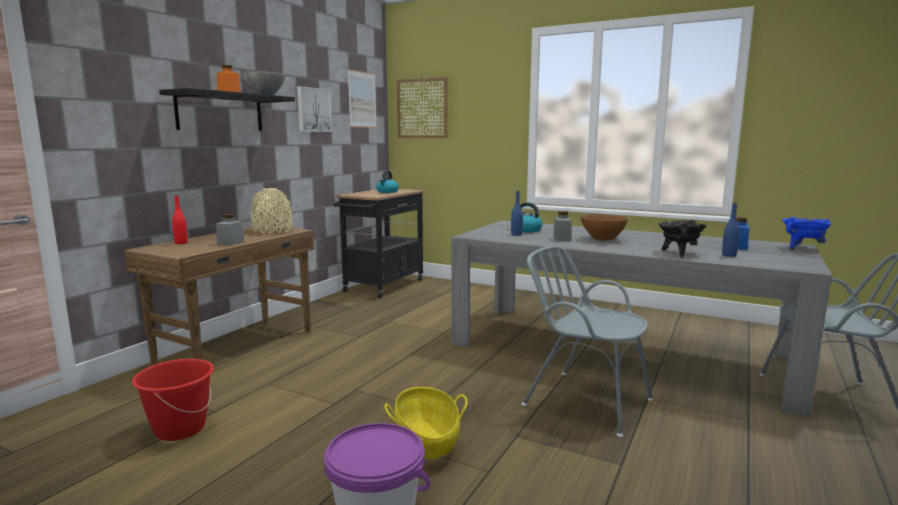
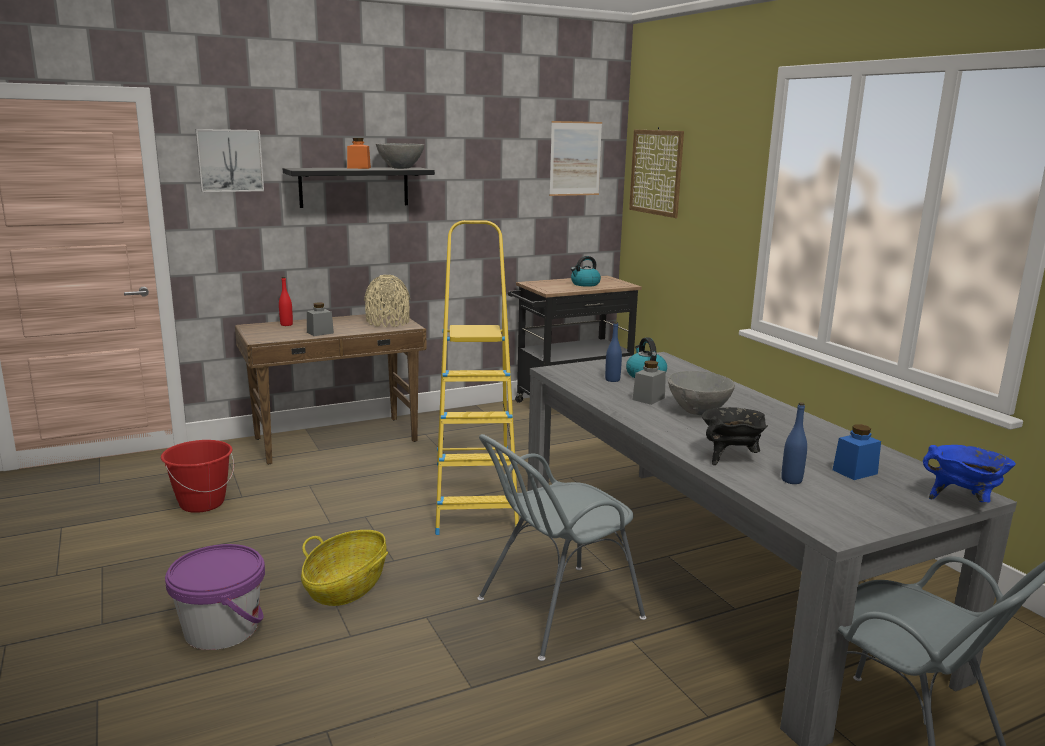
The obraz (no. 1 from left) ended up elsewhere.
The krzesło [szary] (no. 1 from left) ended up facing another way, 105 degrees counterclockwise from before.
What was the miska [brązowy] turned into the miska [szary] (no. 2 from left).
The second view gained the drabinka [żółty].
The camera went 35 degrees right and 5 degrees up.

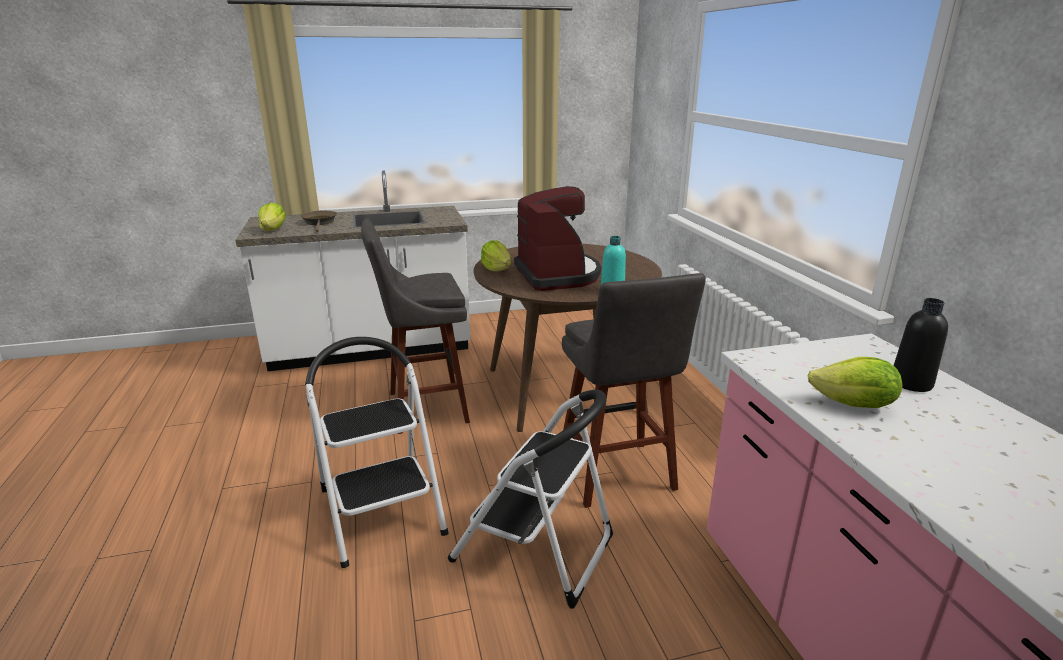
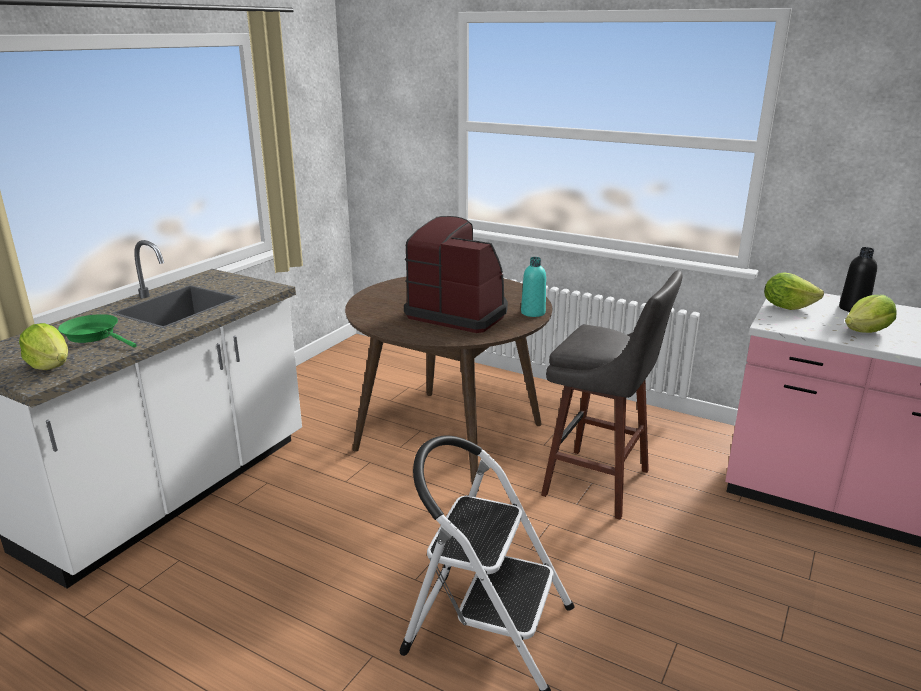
What was the patelnia [brązowy] turned into the patelnia [zielony].
The second view lost the stołek [szary] (no. 1 from left).
The second view lost the drabinka (no. 2 from left).
The sałata (no. 2 from left) ended up elsewhere.
The camera went 45 degrees left and 0 degrees up.

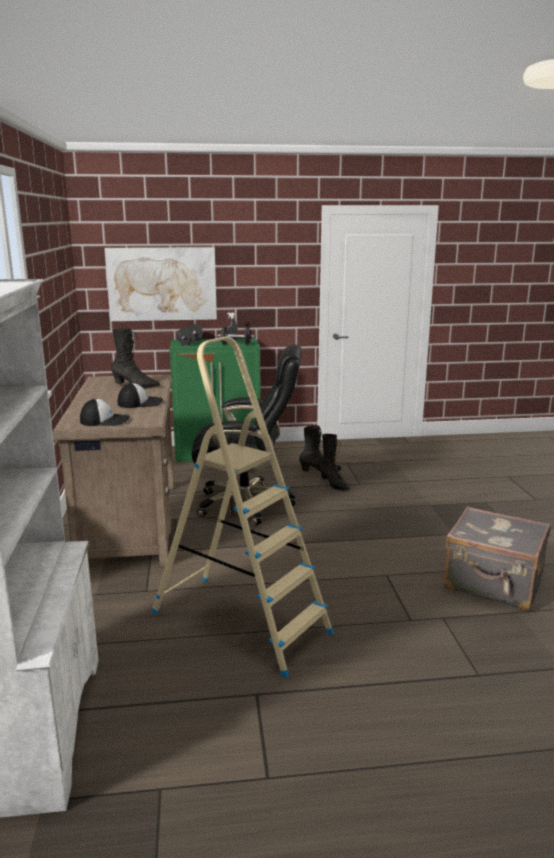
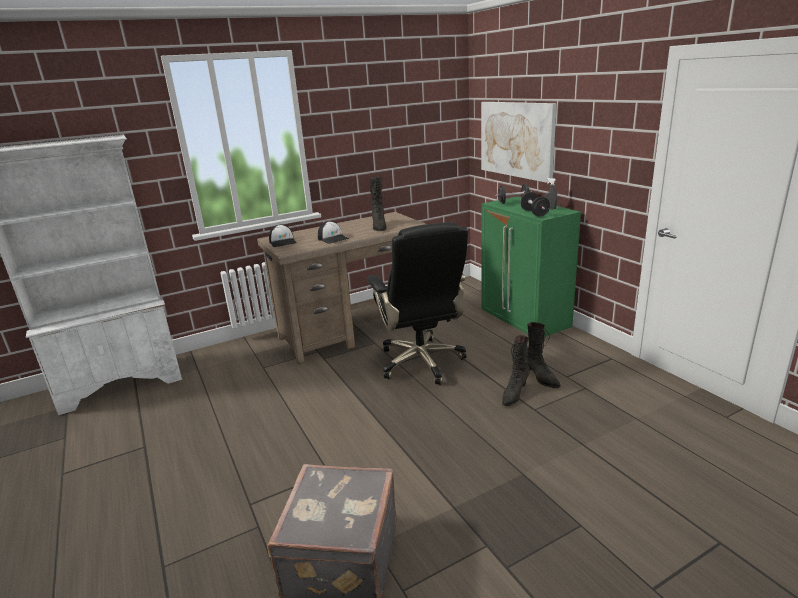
The second view lost the drabinka [beżowy].
The camera went 70 degrees right and 5 degrees up.

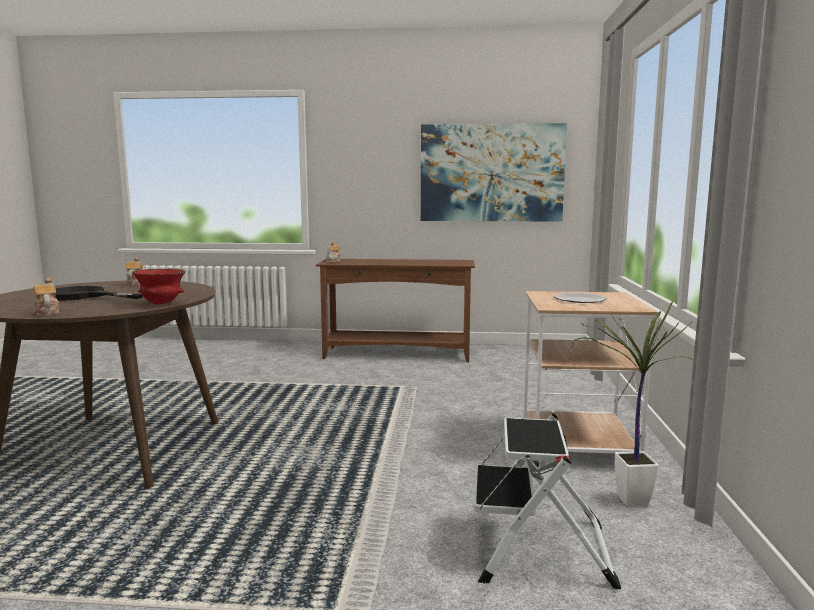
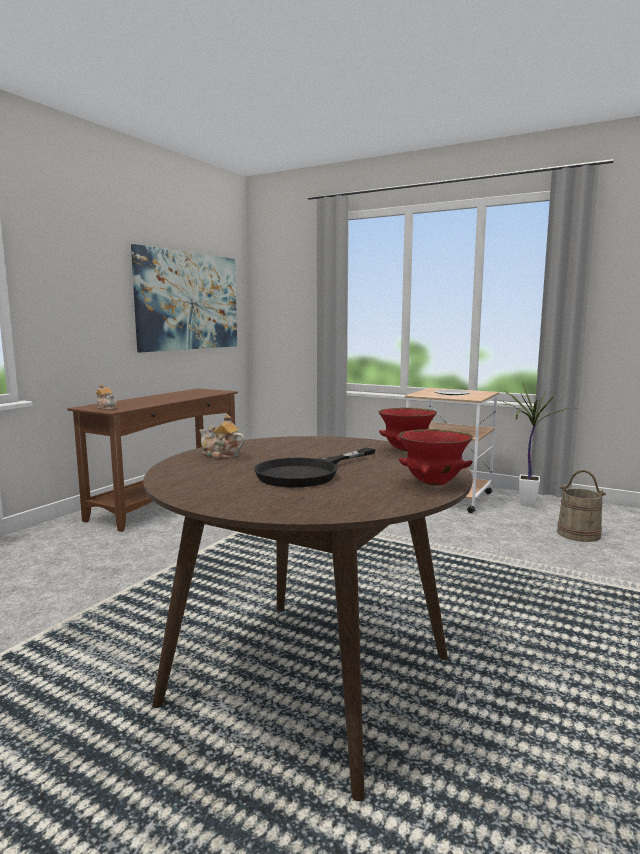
Where the imbryk (no. 1 from left) stood, the miska [czerwony] (no. 2 from left) came to stand.
Where the drabinka stood, the wiadro [beżowy] came to stand.
The camera went 65 degrees left and 0 degrees up.

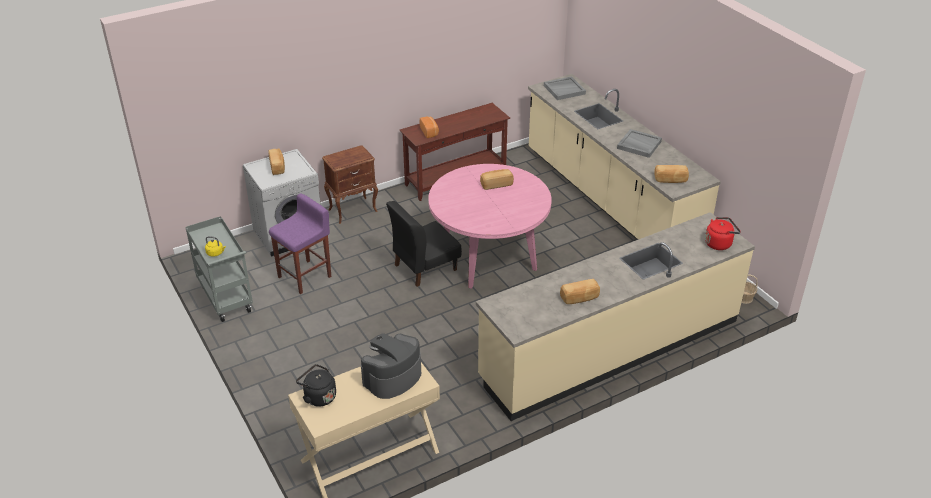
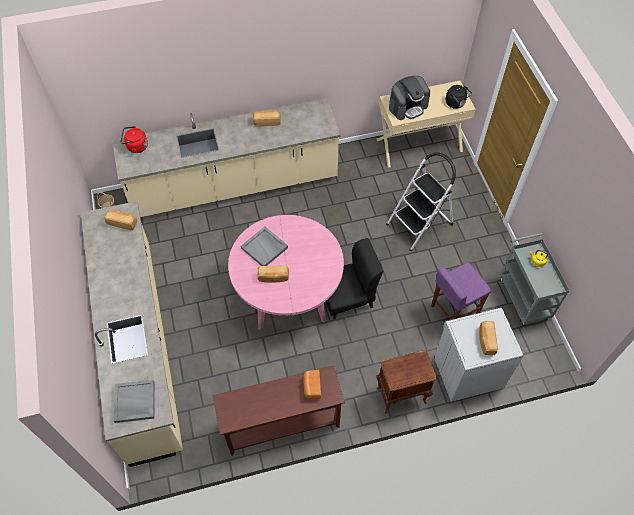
The taca [szary] (no. 2 from left) ended up elsewhere.
The second view gained the drabinka.
The camera went 165 degrees left and 20 degrees up.

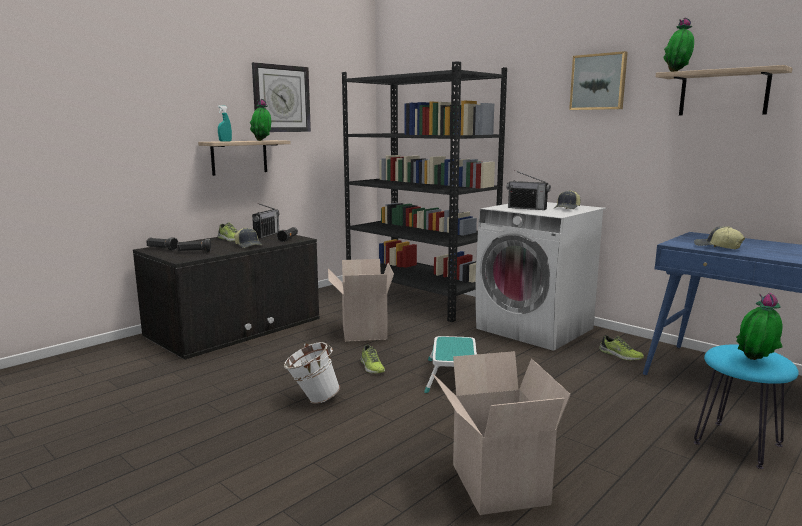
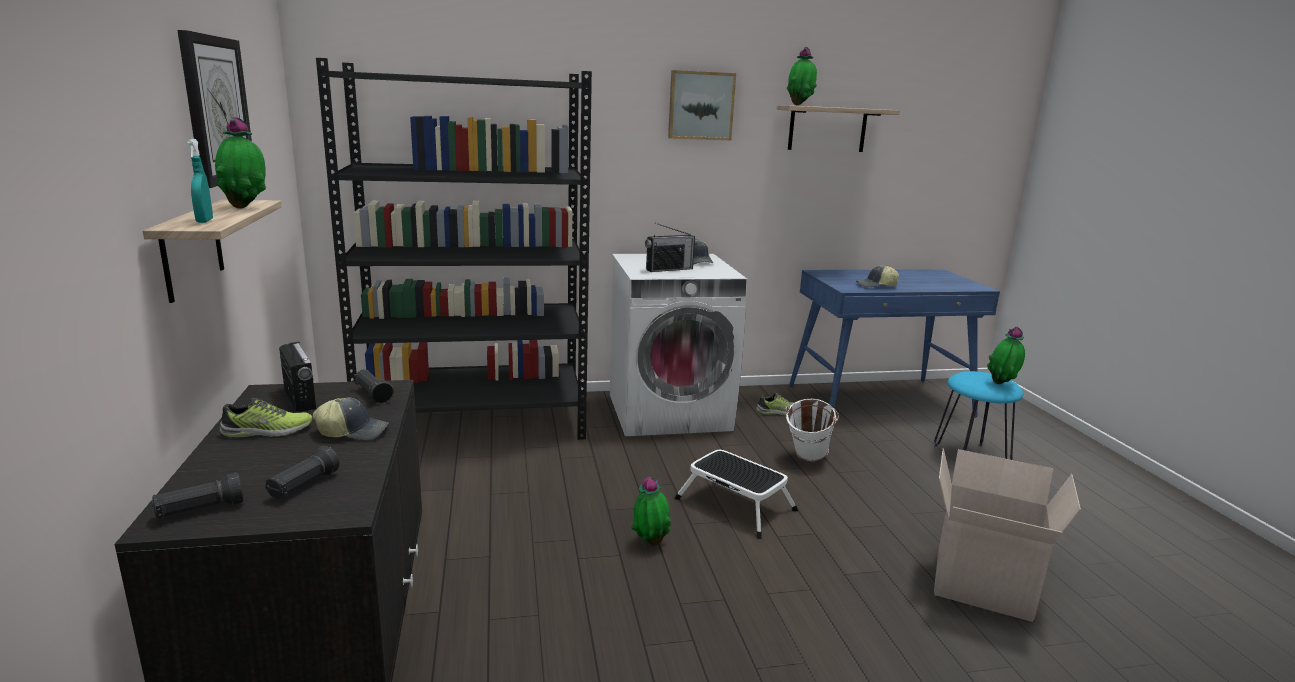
The wiadro [biały] ended up elsewhere.
The second view lost the karton (no. 1 from left).
Where the but (no. 2 from left) stood, the roślina doniczkowa (no. 2 from left) came to stand.
What was the drabinka [turkusowy] turned into the drabinka [czarny].
The camera went 55 degrees left and 5 degrees up.

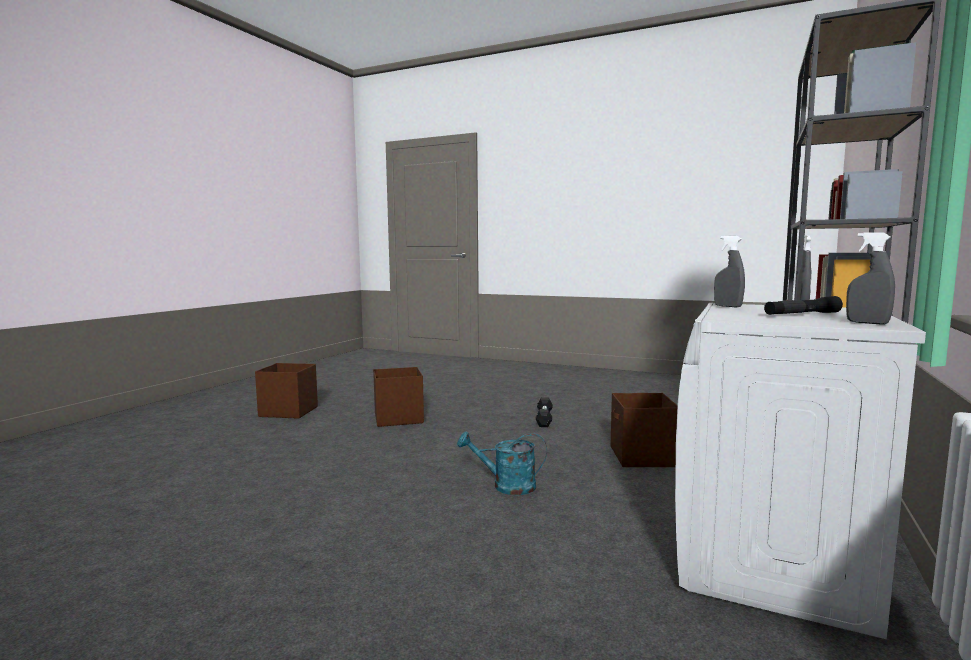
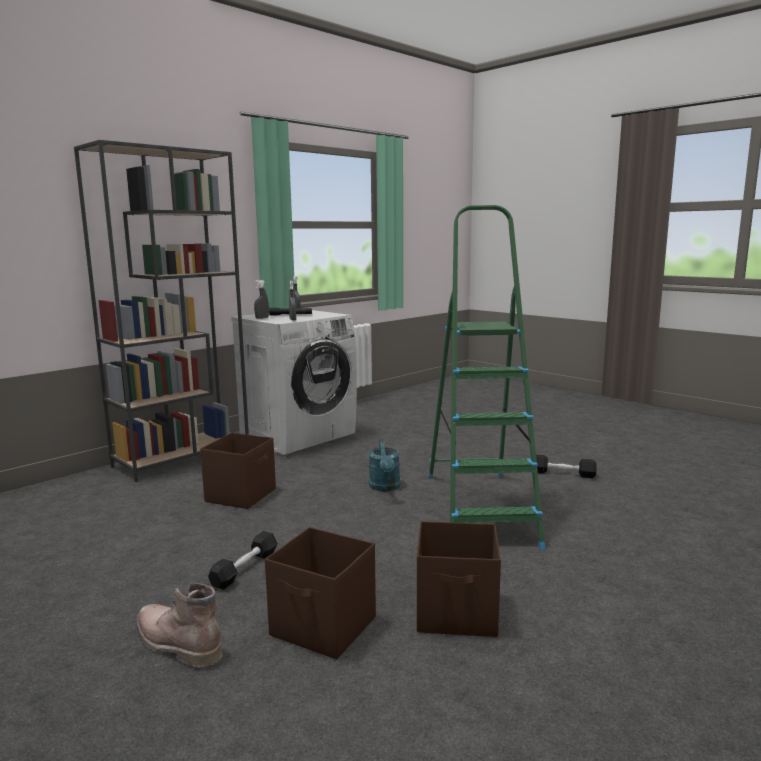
The pojemnik do przechowywania [brązowy] (no. 1 from left in the first image) ended up elsewhere.
The konewka [turkusowy] ended up facing another way, 60 degrees clockwise from before.
The second view gained the but z cholewką [brązowy].
The second view gained the drabinka [zielony].
The second view gained the hantel [czarny] (no. 2 from left).
The camera went 160 degrees left and 5 degrees up.

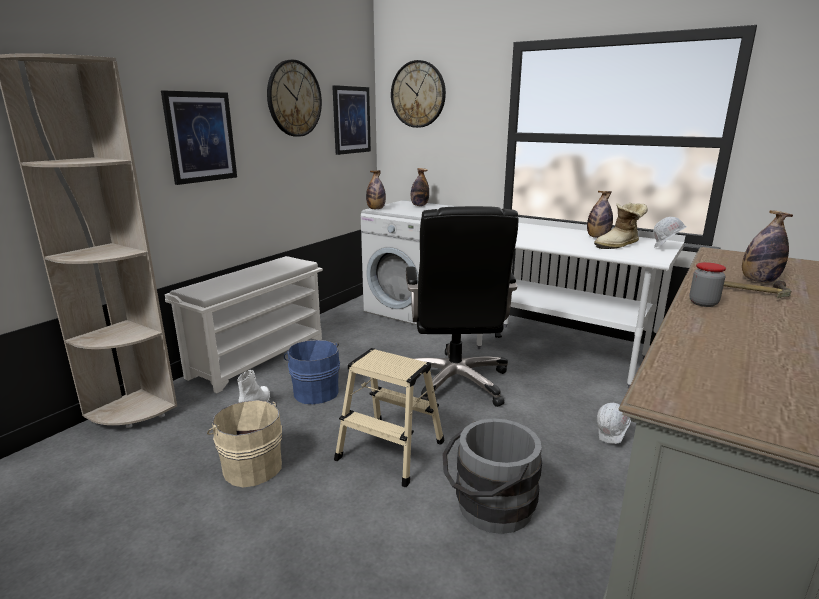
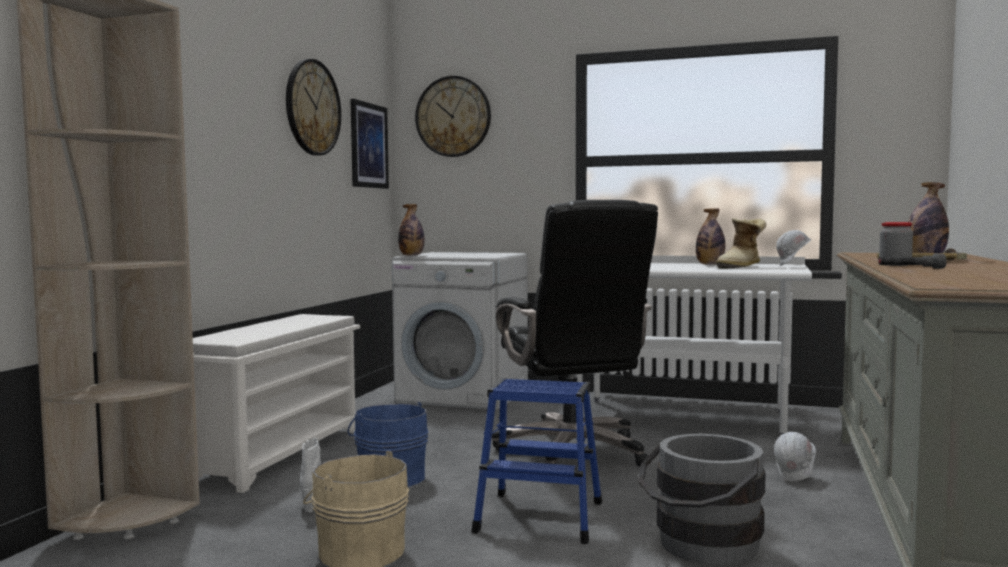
The second view lost the obraz (no. 1 from left).
What was the drabinka [beżowy] turned into the drabinka [niebieski].
The second view lost the butelka (no. 2 from left).
The second view gained the latarka [szary].
The camera went 15 degrees left and 15 degrees down.

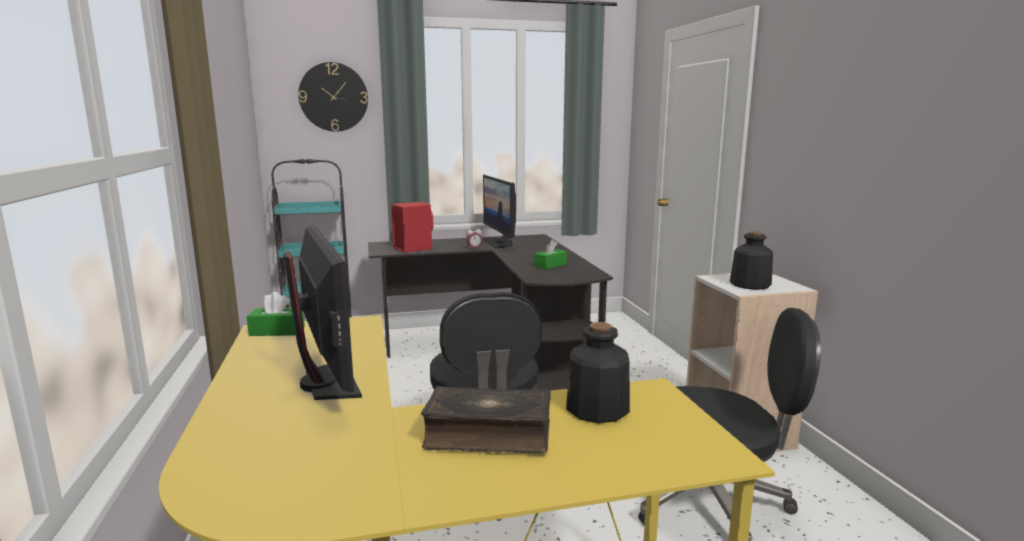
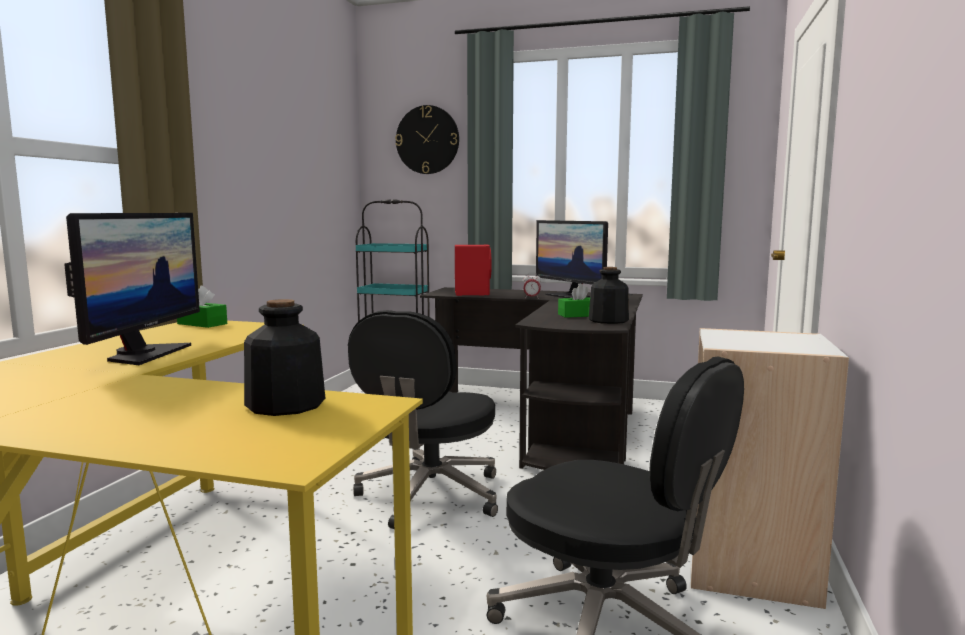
The second view lost the książka.
The monitor (no. 2 from left) ended up facing another way, 45 degrees counterclockwise from before.
The butelka (no. 2 from left) ended up elsewhere.
The camera went 30 degrees right and 5 degrees down.

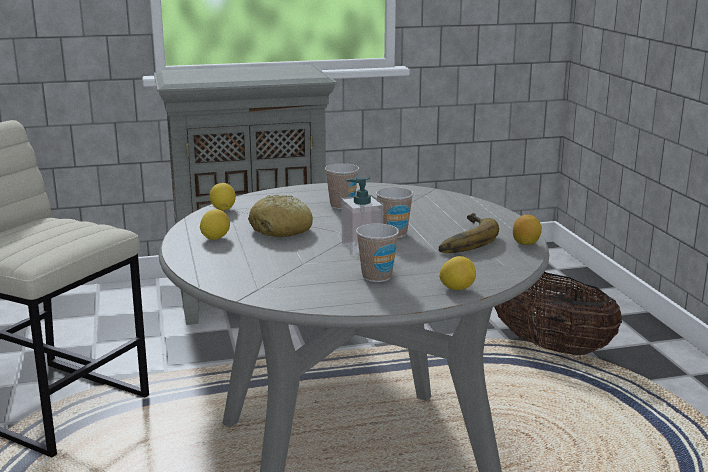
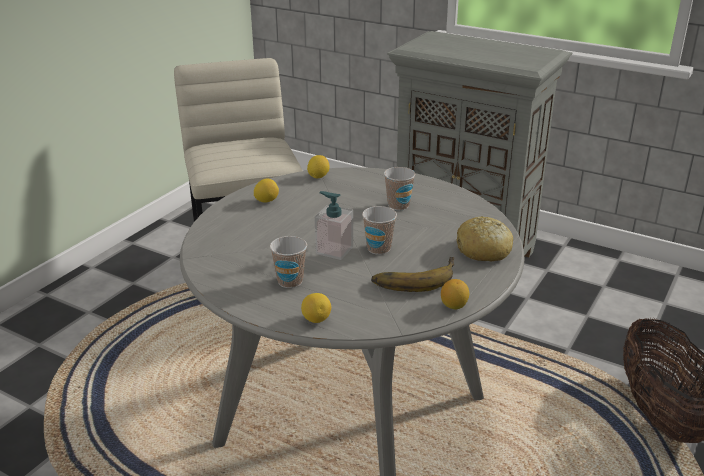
The chleb ended up elsewhere.
The camera went 45 degrees right and 10 degrees up.

